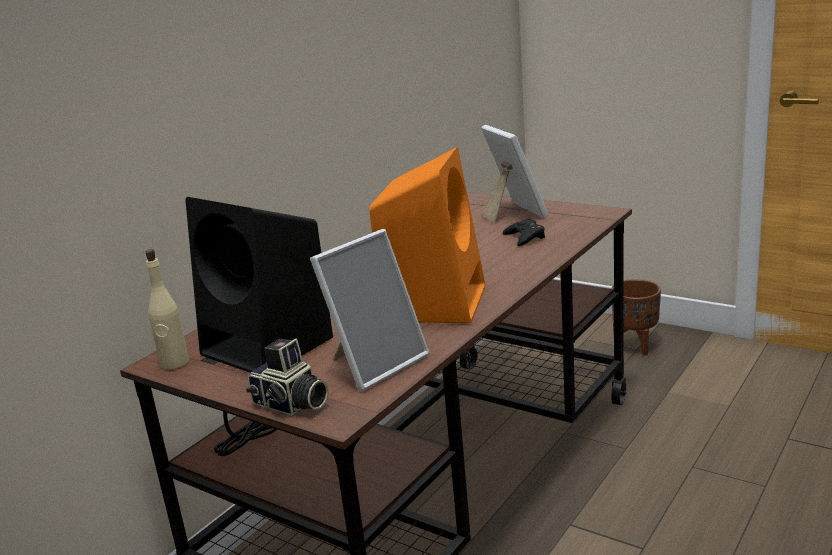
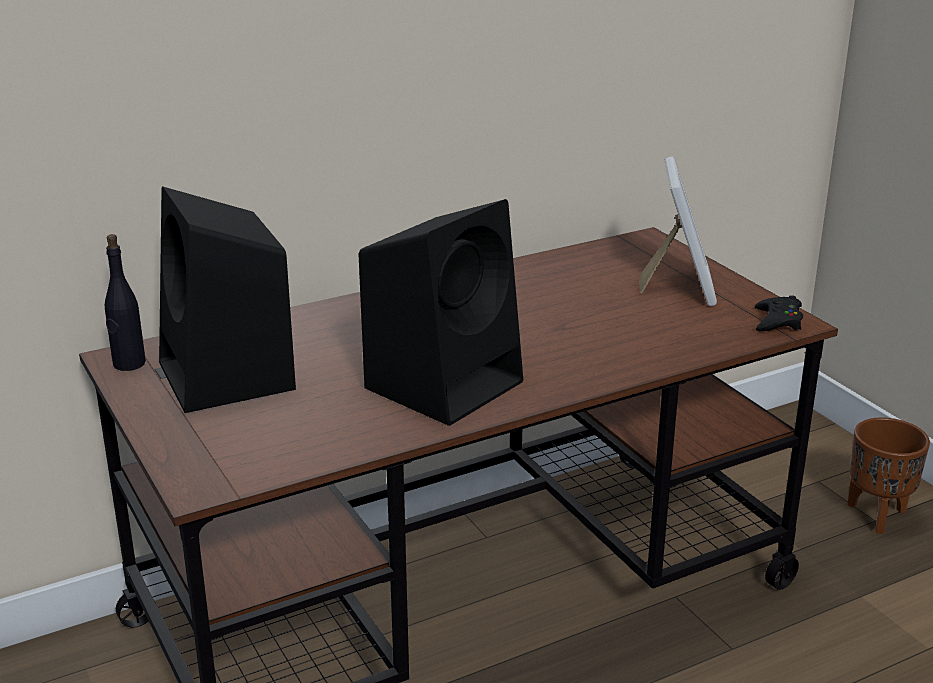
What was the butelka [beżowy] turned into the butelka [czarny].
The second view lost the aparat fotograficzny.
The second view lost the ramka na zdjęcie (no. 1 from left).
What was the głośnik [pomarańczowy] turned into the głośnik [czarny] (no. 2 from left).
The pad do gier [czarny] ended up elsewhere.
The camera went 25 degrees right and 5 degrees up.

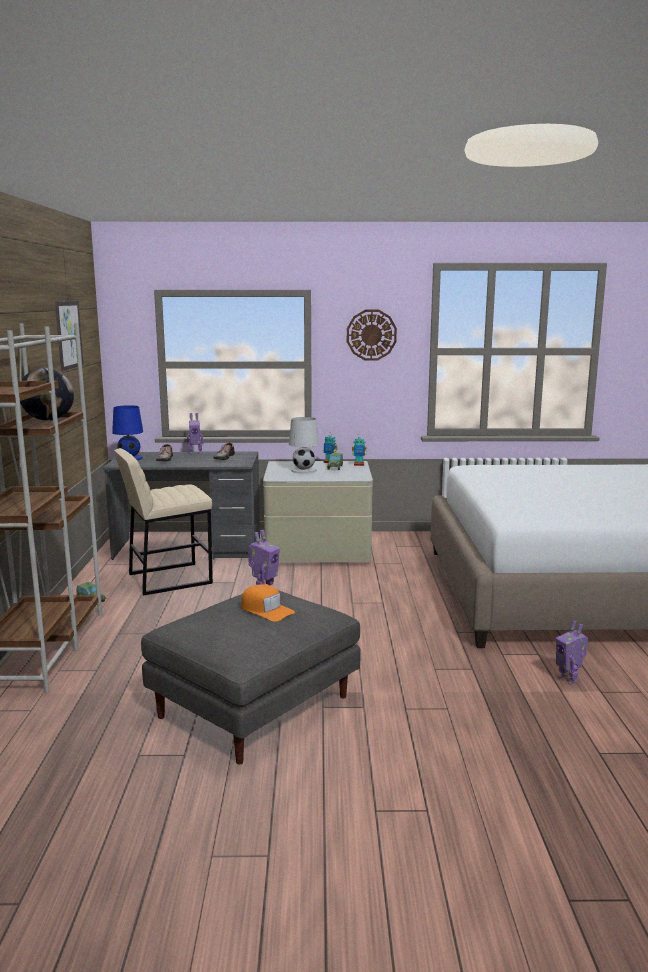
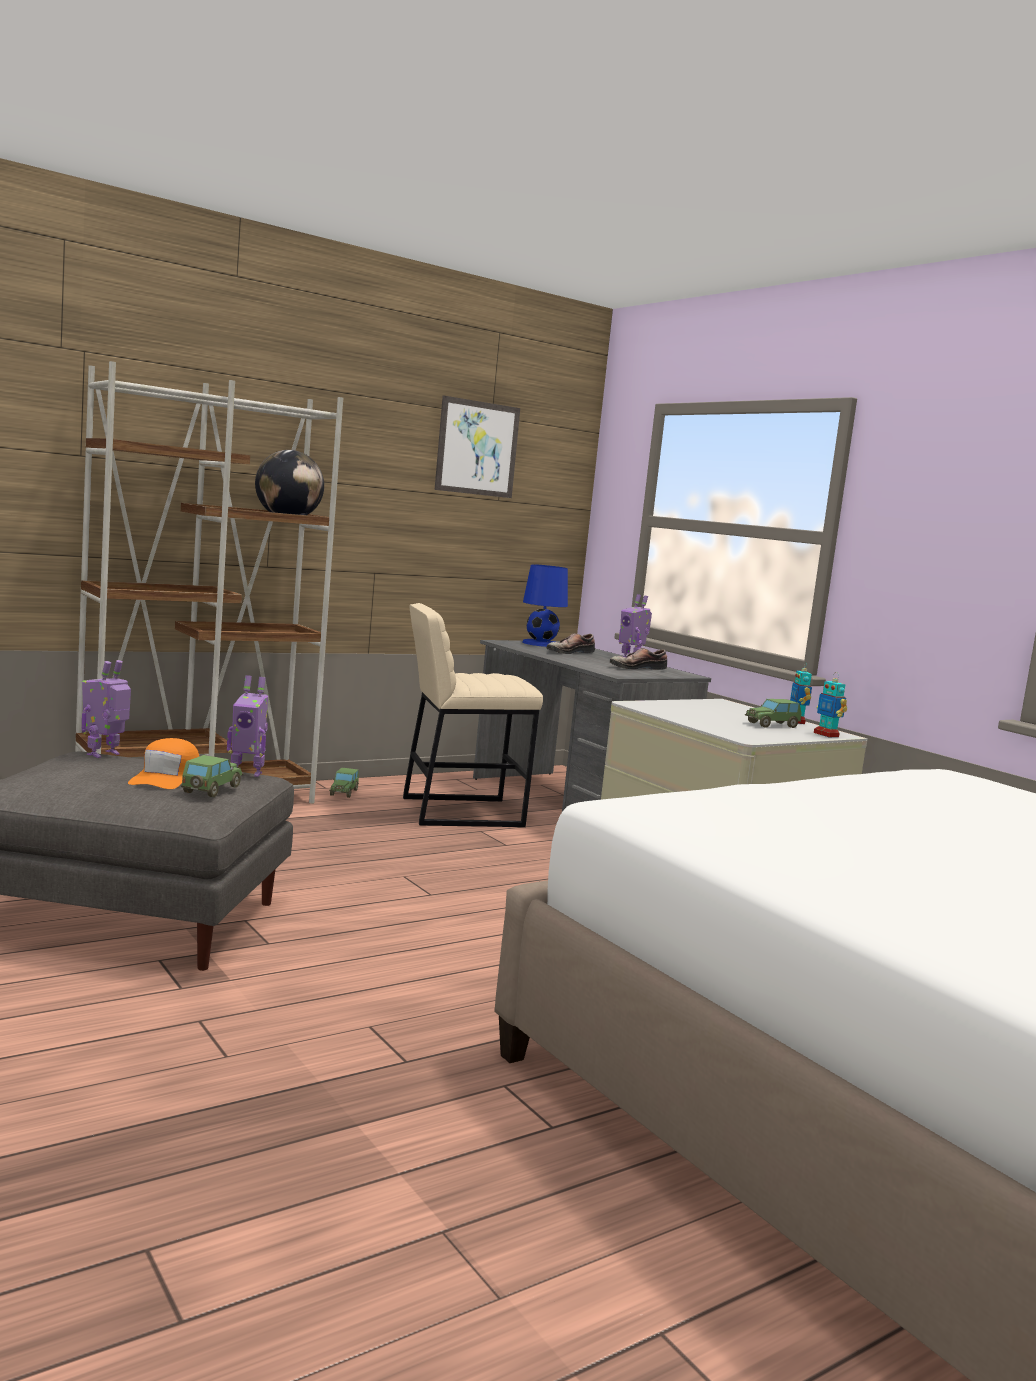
The krzesło [beżowy] ended up facing another way, 45 degrees counterclockwise from before.
The second view lost the lampa stołowa [biały].
The second view lost the zegar ścienny.
The robot zabawkowy (no. 5 from left in the first image) ended up elsewhere.
The second view gained the samochodzik (no. 1 from left).
The camera went 55 degrees right and 5 degrees down.

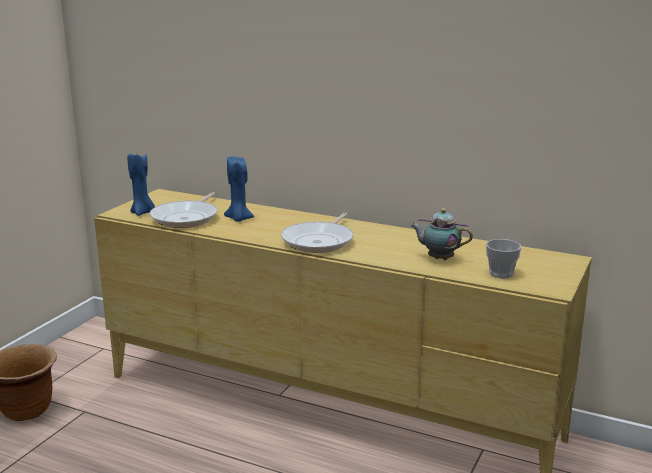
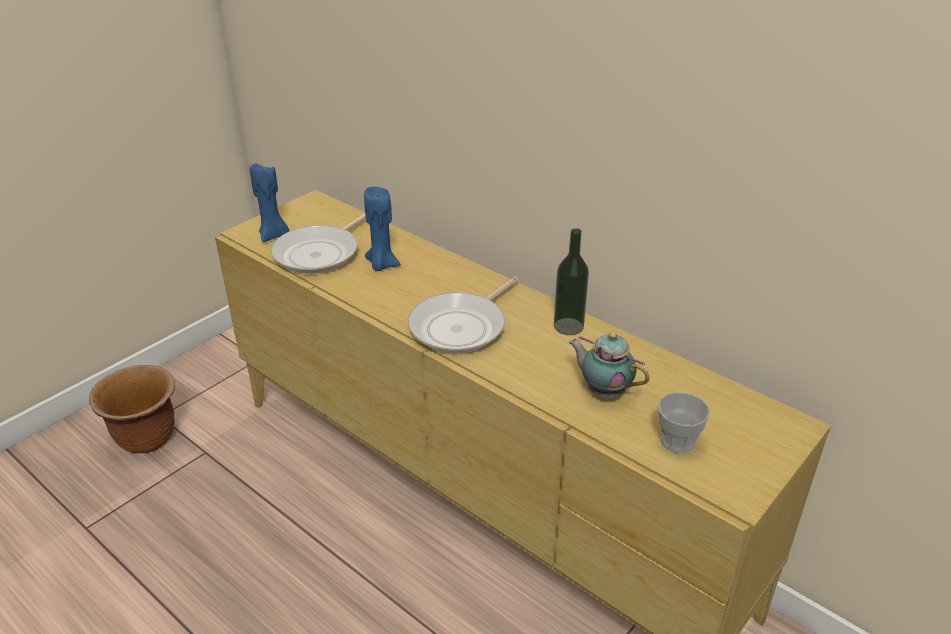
The second view gained the butelka.
The camera went 15 degrees right and 15 degrees up.

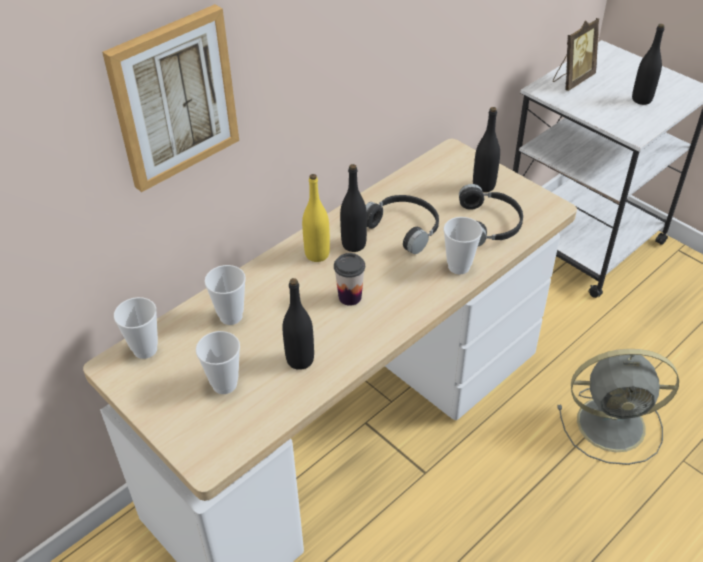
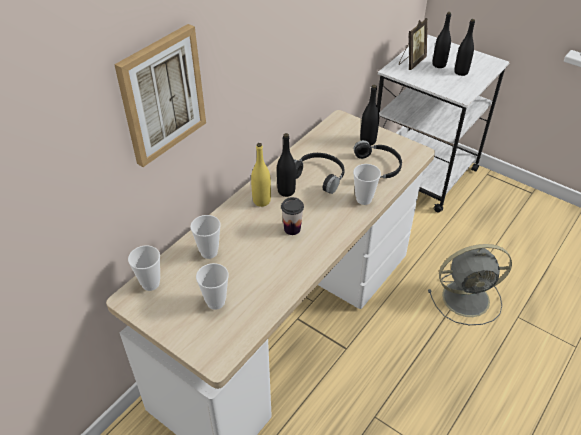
The butelka [czarny] (no. 1 from left in the first image) ended up elsewhere.
The camera went 10 degrees left and 0 degrees up.

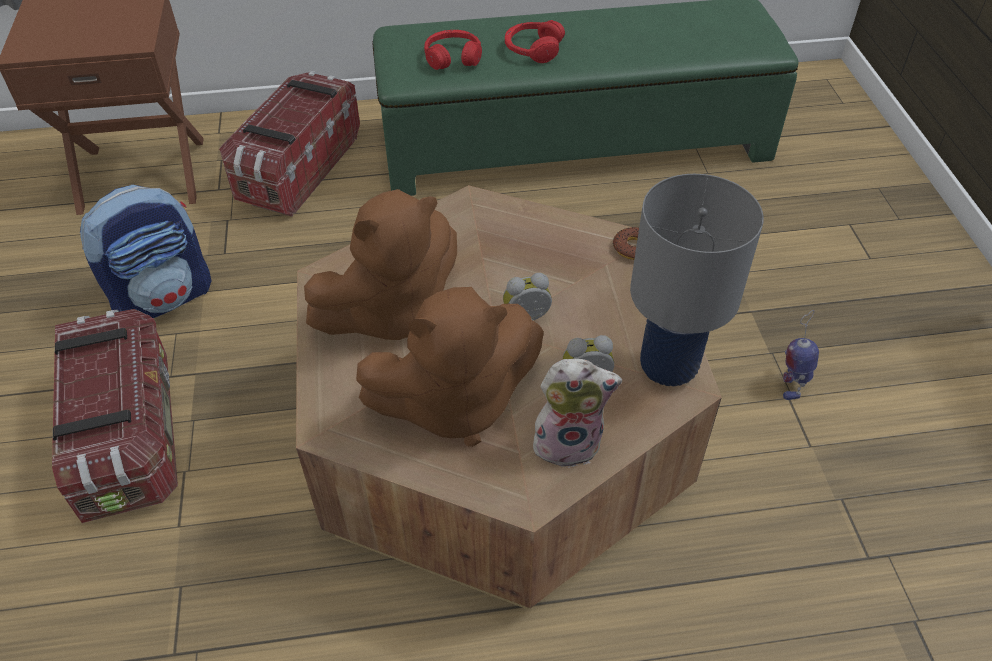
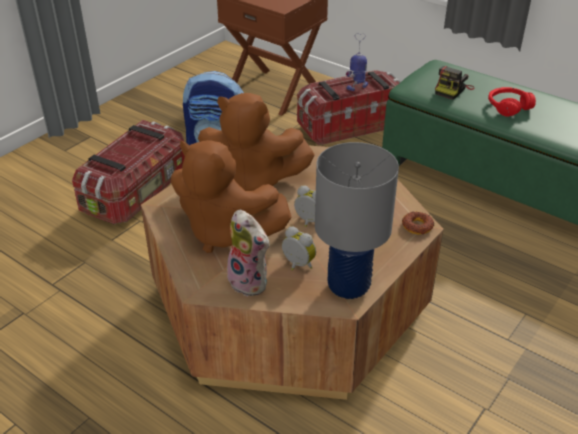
Where the słuchawki [czerwony] (no. 1 from left) stood, the aparat fotograficzny came to stand.
The robot zabawkowy ended up elsewhere.
The camera went 45 degrees right and 10 degrees down.

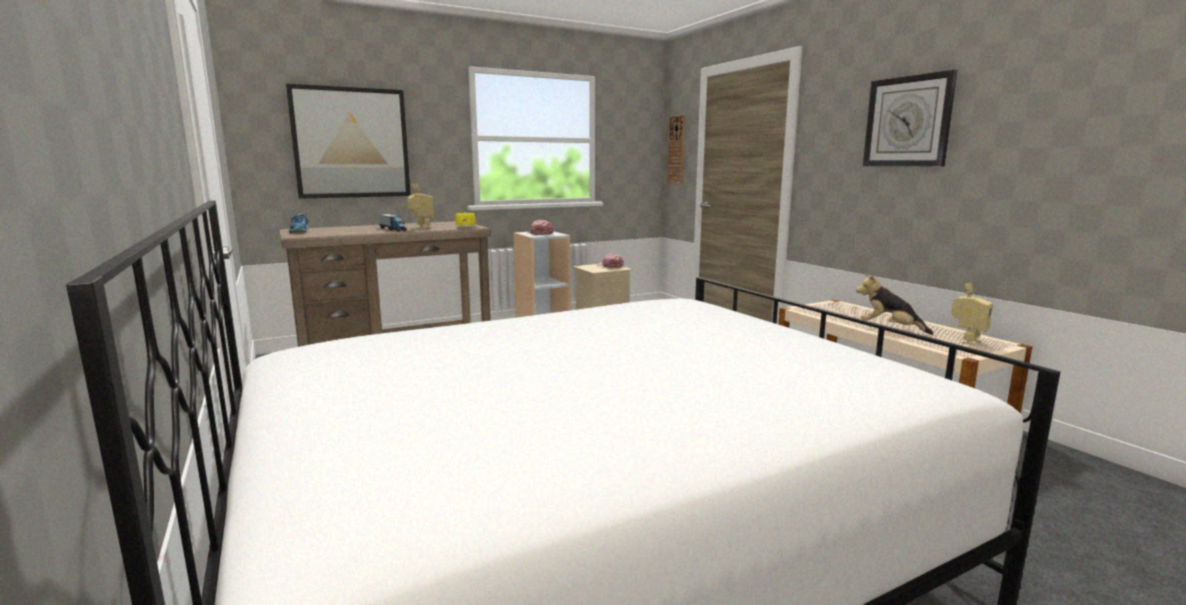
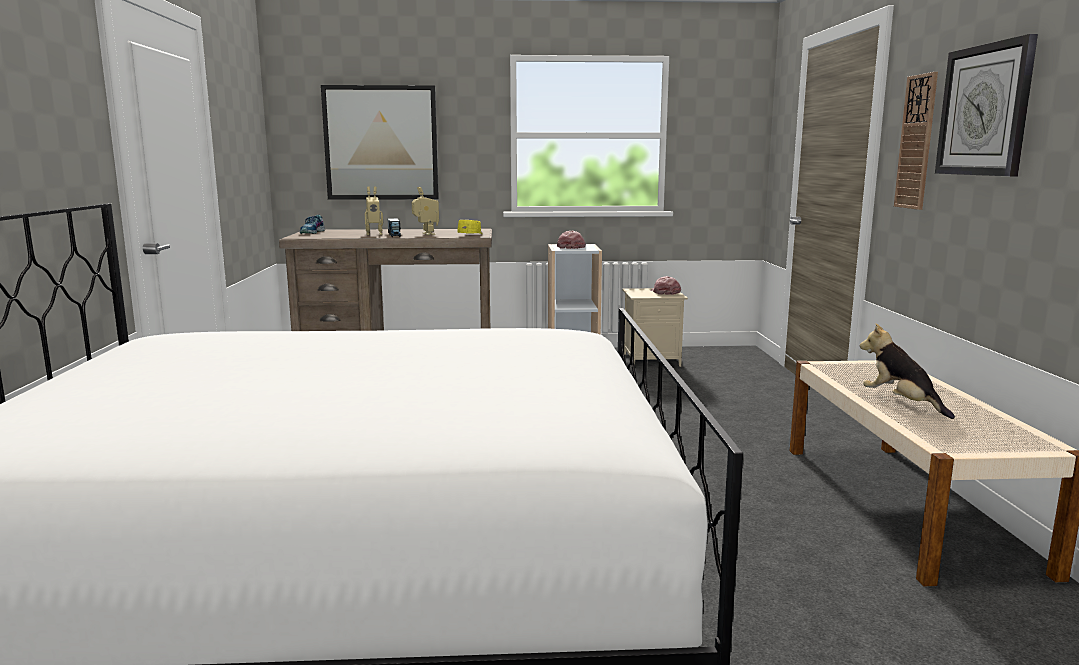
The zegar ścienny (no. 1 from left) ended up elsewhere.
The robot zabawkowy (no. 2 from left in the first image) ended up elsewhere.
The camera went 25 degrees right and 0 degrees up.

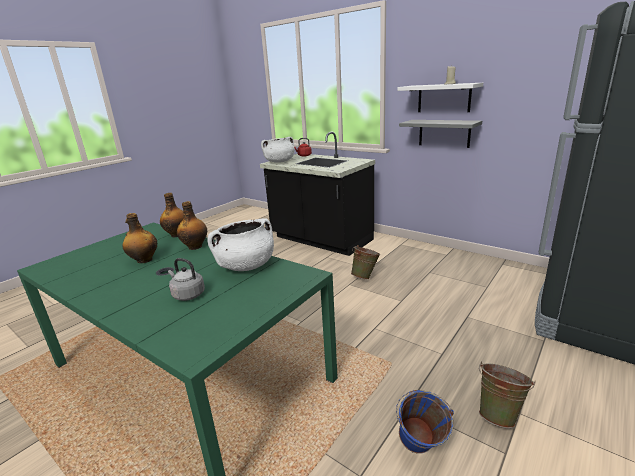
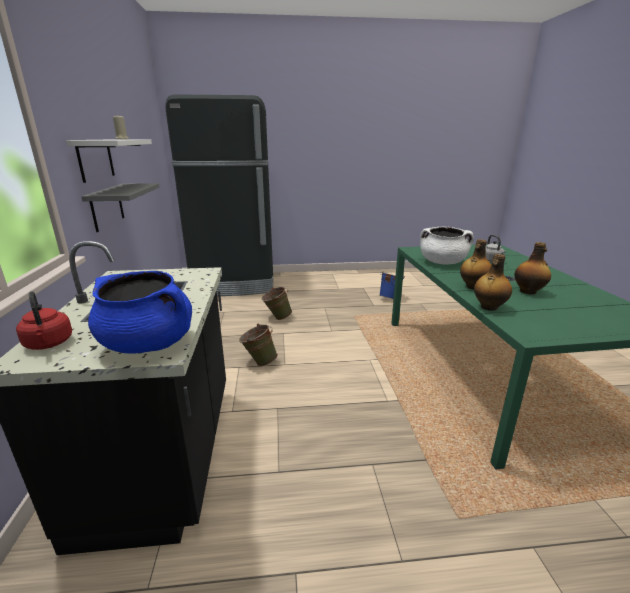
What was the garnek [biały] (no. 2 from left) turned into the garnek [niebieski].
The wiadro [zielony] (no. 2 from left) ended up elsewhere.
The camera went 135 degrees left and 0 degrees up.

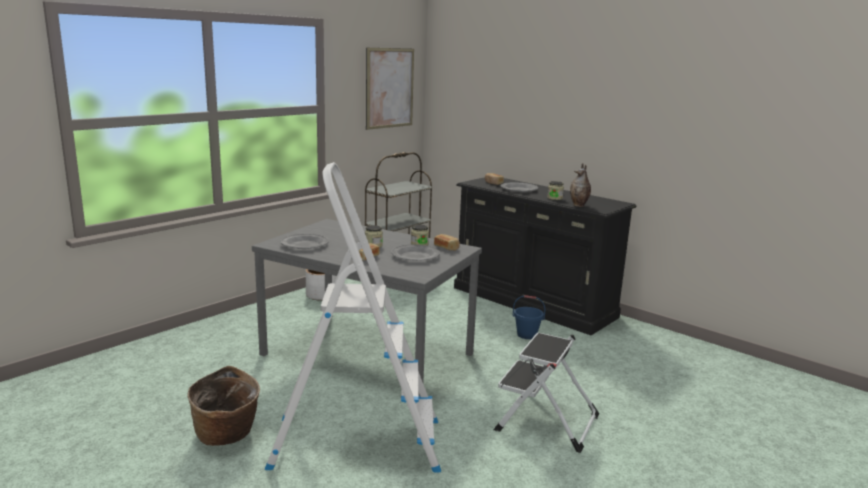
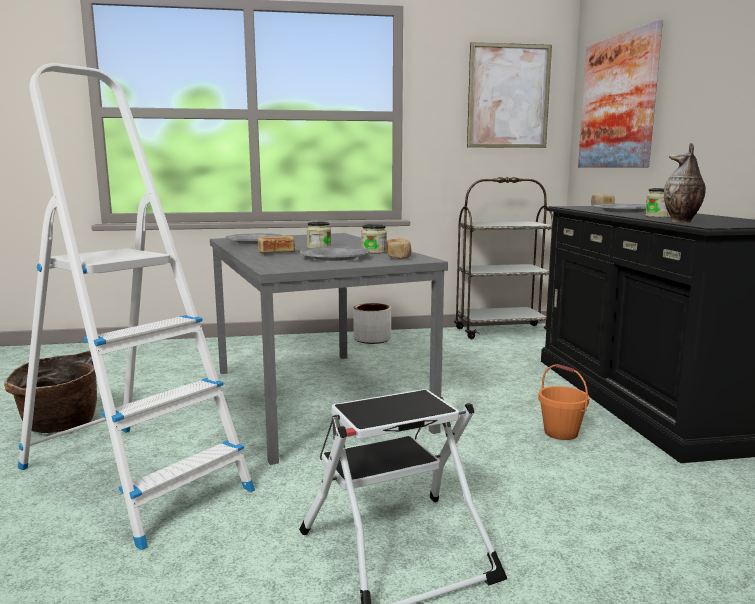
What was the wiadro [niebieski] turned into the wiadro [pomarańczowy].
The second view gained the obraz (no. 2 from left).
The camera went 40 degrees right and 5 degrees down.

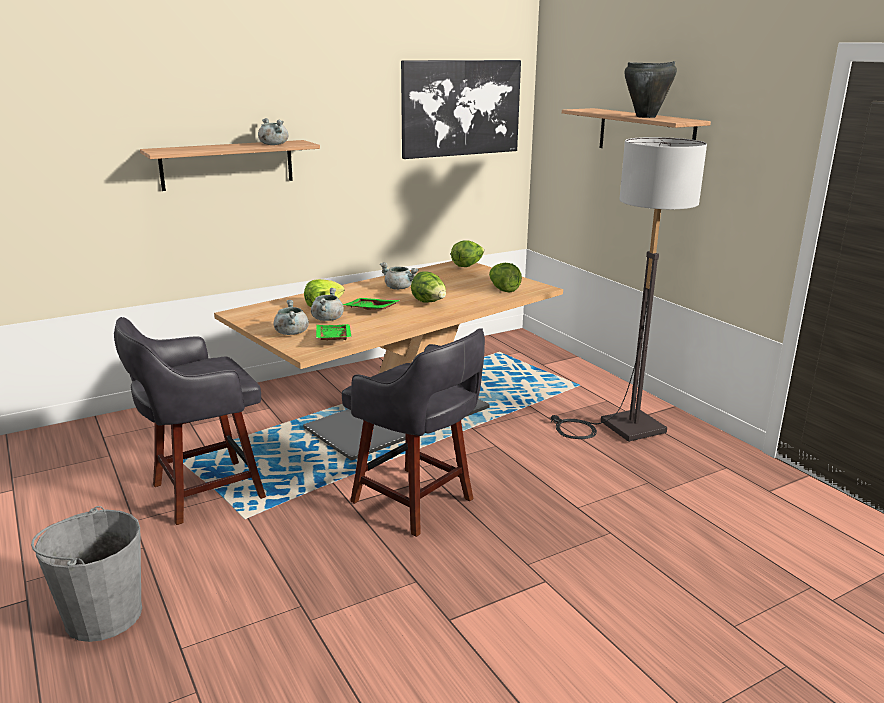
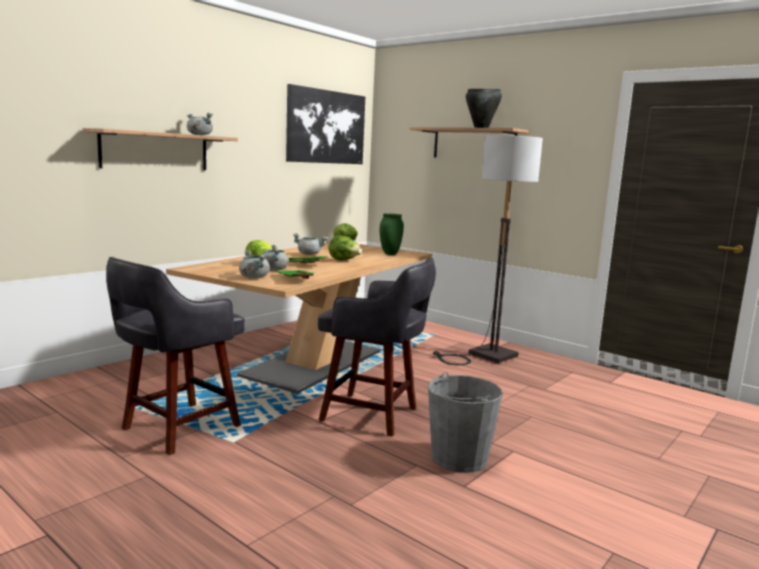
The wiadro [szary] ended up elsewhere.
Where the sałata (no. 4 from left) stood, the wazon [zielony] came to stand.
The camera went 20 degrees left and 10 degrees down.

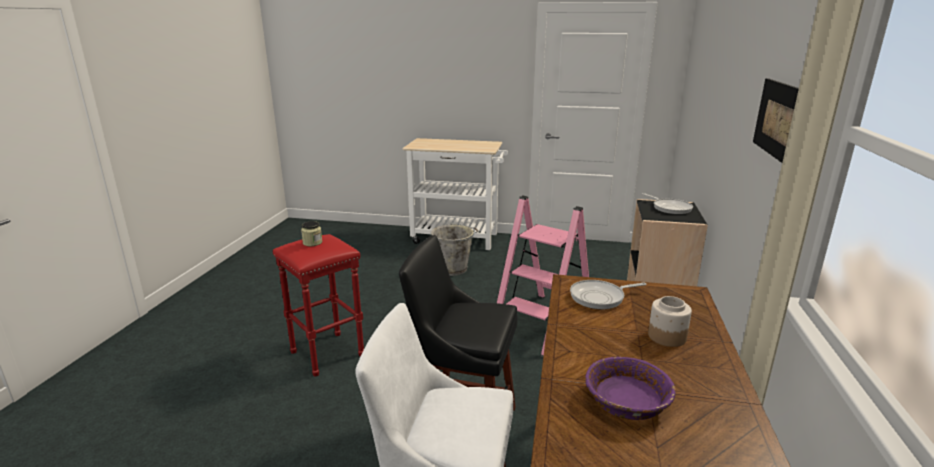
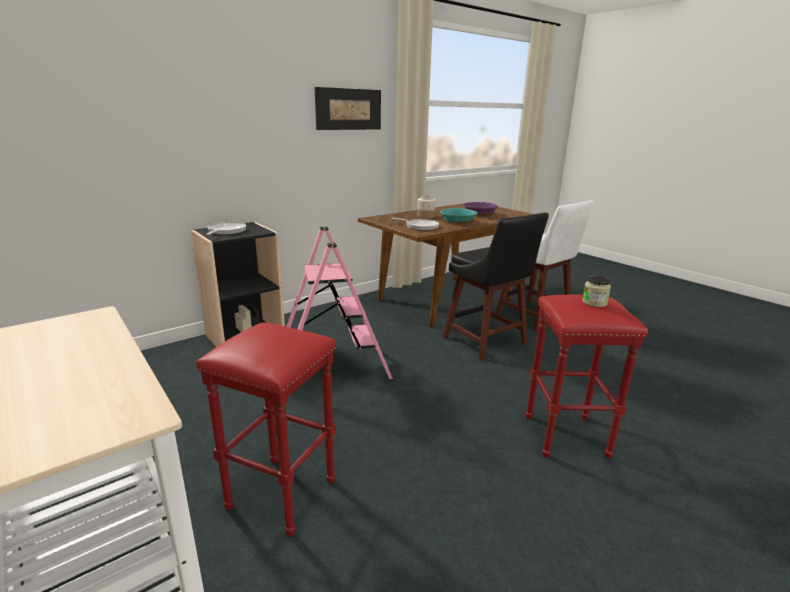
Where the wiadro [szary] stood, the stołek [czerwony] (no. 1 from left) came to stand.
The second view gained the miska [turkusowy].
The camera went 140 degrees left and 0 degrees up.

